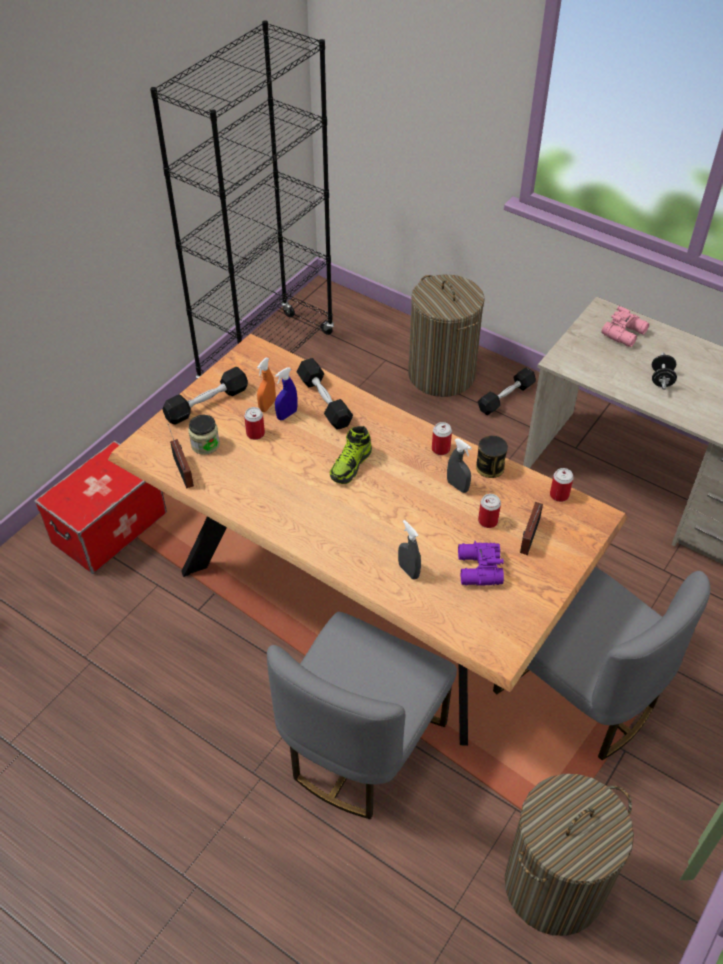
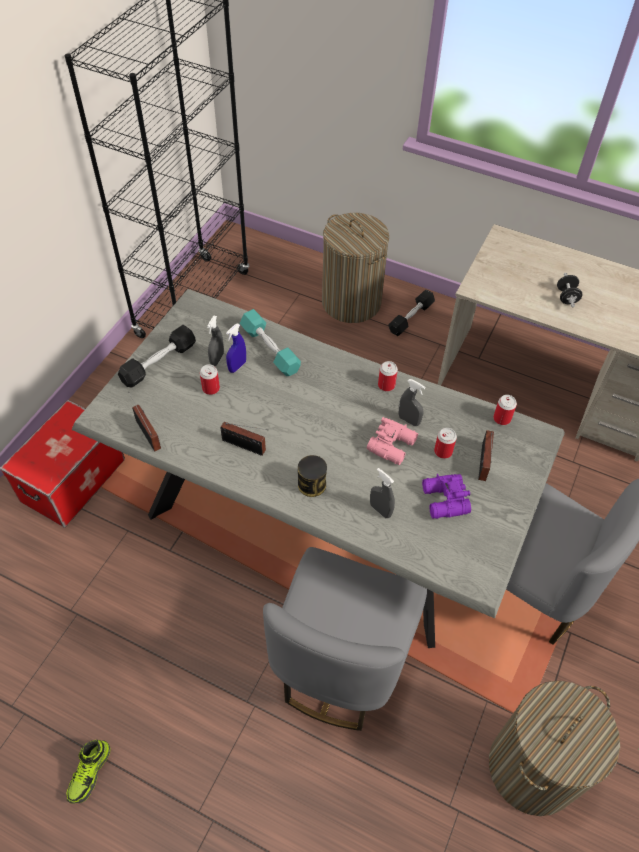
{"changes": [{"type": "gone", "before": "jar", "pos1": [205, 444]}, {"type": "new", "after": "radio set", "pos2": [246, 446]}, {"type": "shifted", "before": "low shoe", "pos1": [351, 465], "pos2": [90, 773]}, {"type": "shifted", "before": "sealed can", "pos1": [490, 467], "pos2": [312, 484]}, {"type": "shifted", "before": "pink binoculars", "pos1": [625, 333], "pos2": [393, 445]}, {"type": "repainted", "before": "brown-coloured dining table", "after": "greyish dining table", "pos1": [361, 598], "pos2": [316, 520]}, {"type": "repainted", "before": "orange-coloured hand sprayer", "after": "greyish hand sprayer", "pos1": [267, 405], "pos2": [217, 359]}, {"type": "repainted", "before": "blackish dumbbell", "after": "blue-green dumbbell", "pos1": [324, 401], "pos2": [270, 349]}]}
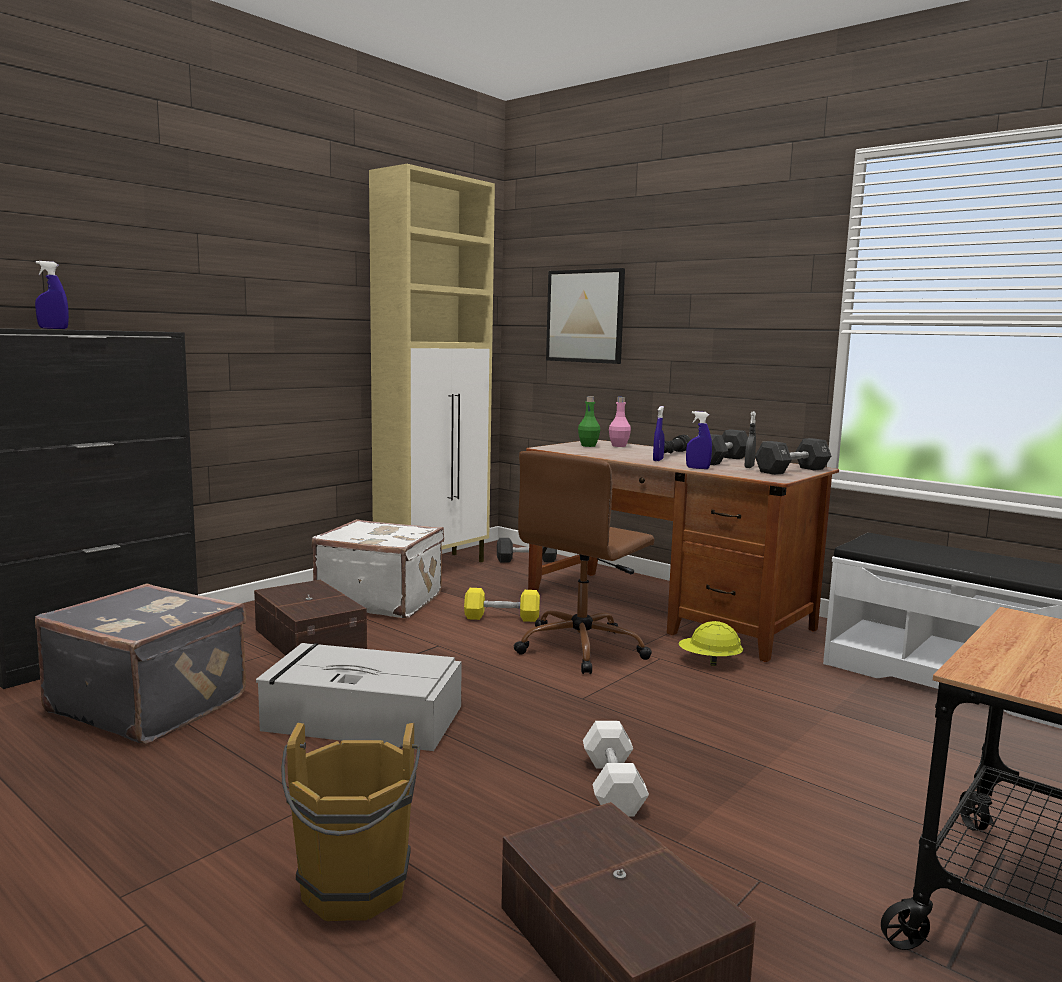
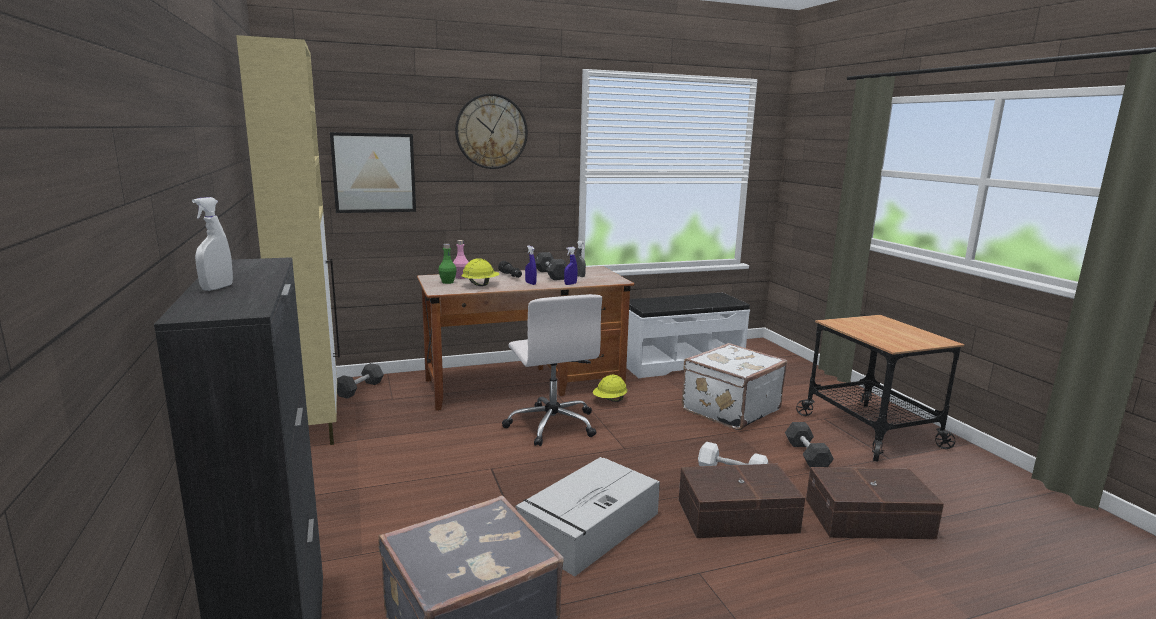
{"changes": [{"type": "gone", "before": "brown-coloured water bucket", "pos1": [353, 893]}, {"type": "gone", "before": "yellow-coloured dumbbell", "pos1": [502, 617]}, {"type": "new", "after": "wall clock", "pos2": [491, 131]}, {"type": "new", "after": "yellow-coloured work helmet", "pos2": [480, 285]}, {"type": "shifted", "before": "brown-coloured storage bin", "pos1": [311, 638], "pos2": [735, 515]}, {"type": "shifted", "before": "whitish piece of luggage", "pos1": [380, 600], "pos2": [729, 409]}, {"type": "shifted", "before": "blackish dumbbell", "pos1": [792, 470], "pos2": [806, 455]}, {"type": "repainted", "before": "bluish hand sprayer", "after": "whitish hand sprayer", "pos1": [53, 328], "pos2": [217, 288]}, {"type": "repainted", "before": "brown-coloured computer chair", "after": "whitish computer chair", "pos1": [582, 648], "pos2": [552, 424]}]}
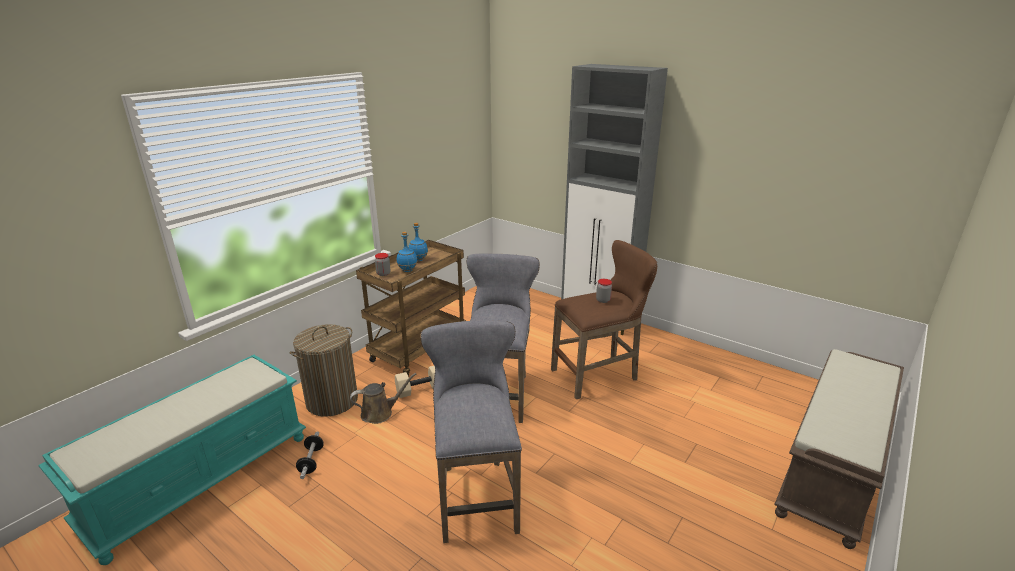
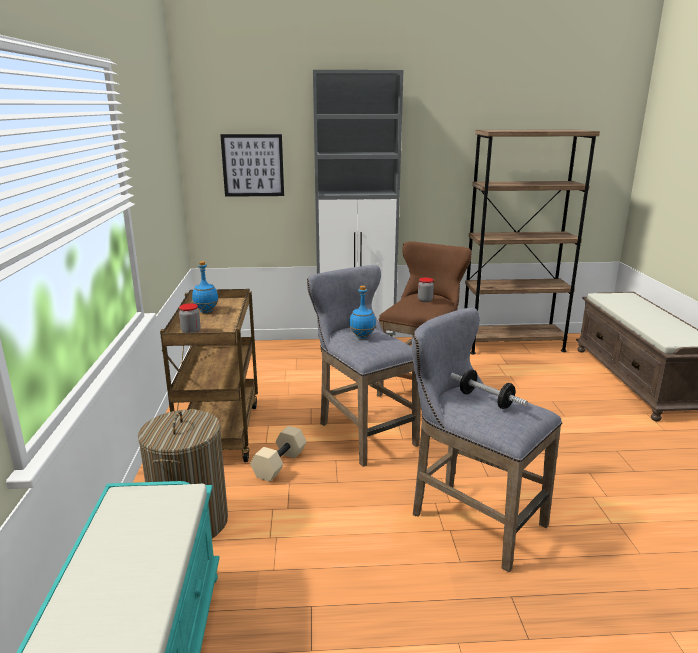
{"changes": [{"type": "gone", "before": "brown-coloured sprinkling can", "pos1": [380, 413]}, {"type": "new", "after": "wall picture", "pos2": [253, 165]}, {"type": "new", "after": "brown-coloured bookcase", "pos2": [512, 344]}, {"type": "shifted", "before": "dumbbell", "pos1": [311, 461], "pos2": [486, 400]}, {"type": "shifted", "before": "bluish beverage bottle", "pos1": [408, 270], "pos2": [362, 337]}]}
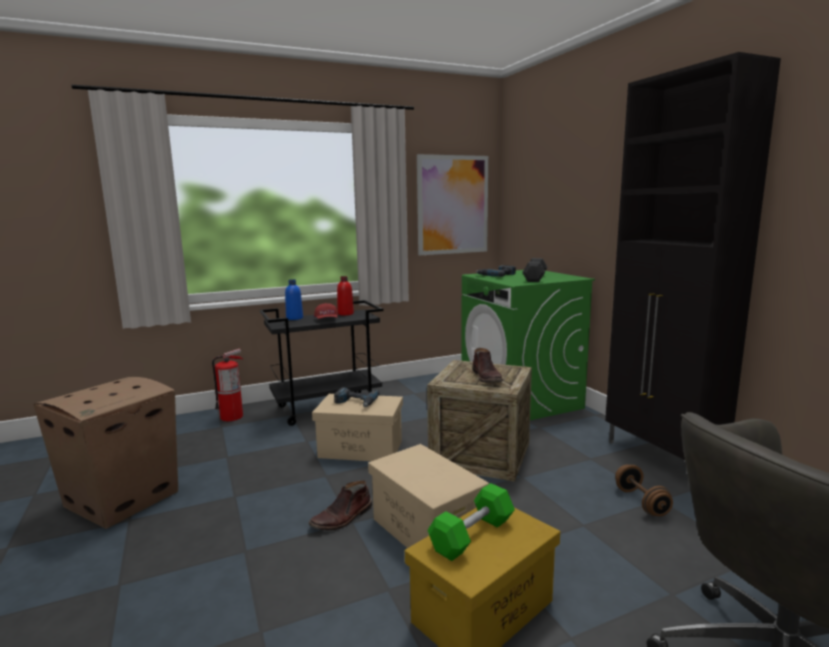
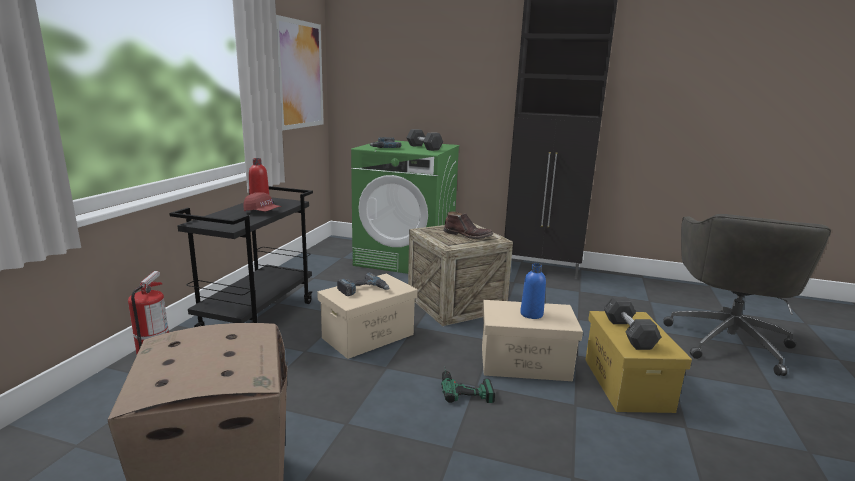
{"changes": [{"type": "gone", "before": "brown-coloured dumbbell", "pos1": [641, 502]}, {"type": "shifted", "before": "bluish beverage bottle", "pos1": [294, 318], "pos2": [531, 314]}, {"type": "swapped", "before": "brown-coloured boot", "after": "electric drill", "pos1": [342, 518], "pos2": [464, 386]}, {"type": "repainted", "before": "green dumbbell", "after": "greyish dumbbell", "pos1": [472, 535], "pos2": [628, 333]}]}
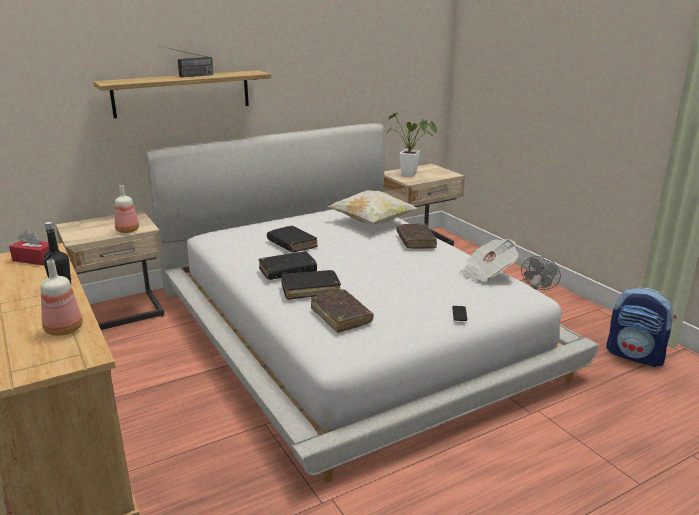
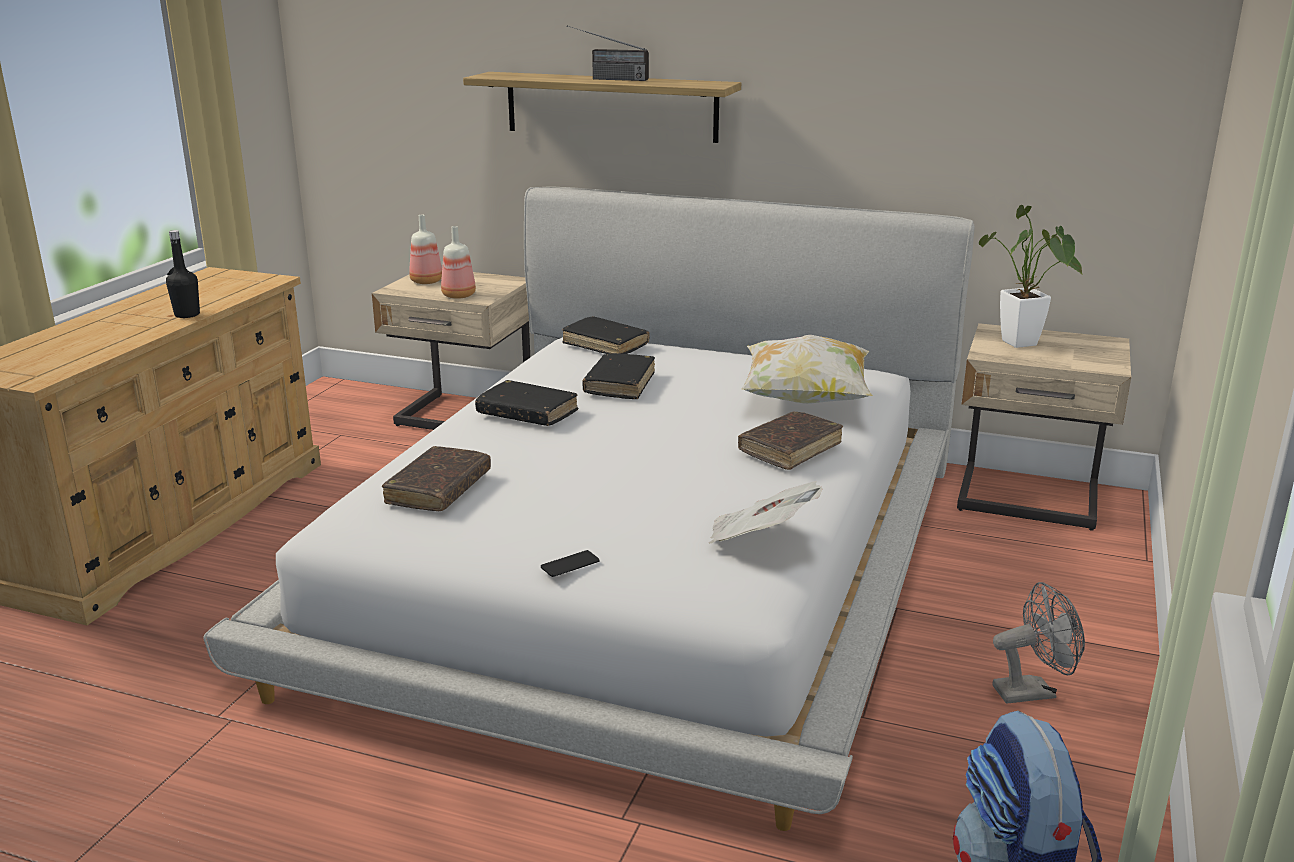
{"changes": [{"type": "gone", "before": "reddish tissue box", "pos1": [34, 259]}, {"type": "shifted", "before": "beverage bottle", "pos1": [62, 330], "pos2": [425, 281]}, {"type": "shifted", "before": "blackish book", "pos1": [310, 290], "pos2": [605, 345]}]}
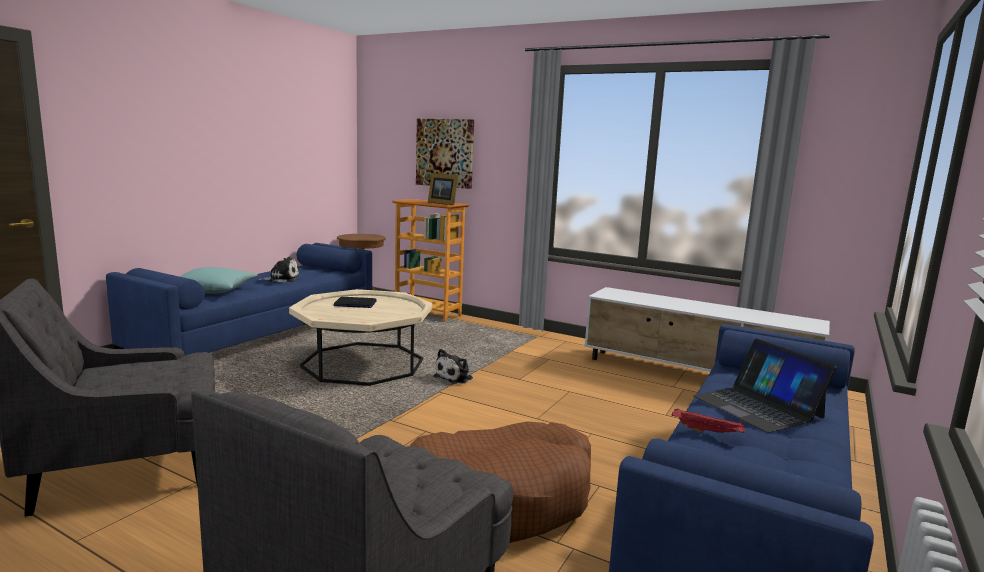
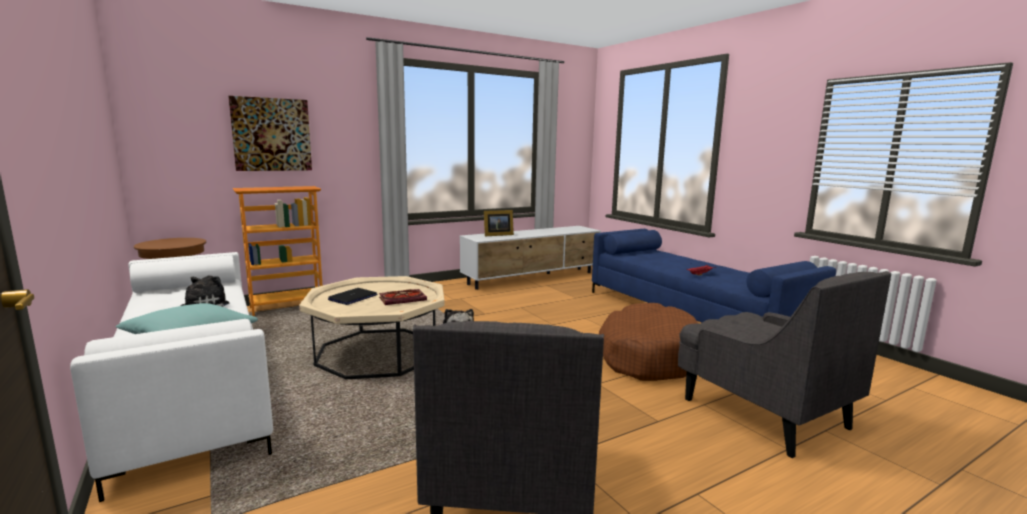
{"changes": [{"type": "gone", "before": "portable computer", "pos1": [757, 407]}, {"type": "new", "after": "book", "pos2": [403, 299]}, {"type": "shifted", "before": "standing frame", "pos1": [443, 203], "pos2": [497, 235]}, {"type": "repainted", "before": "bluish sofa", "after": "whitish sofa", "pos1": [261, 334], "pos2": [193, 386]}]}
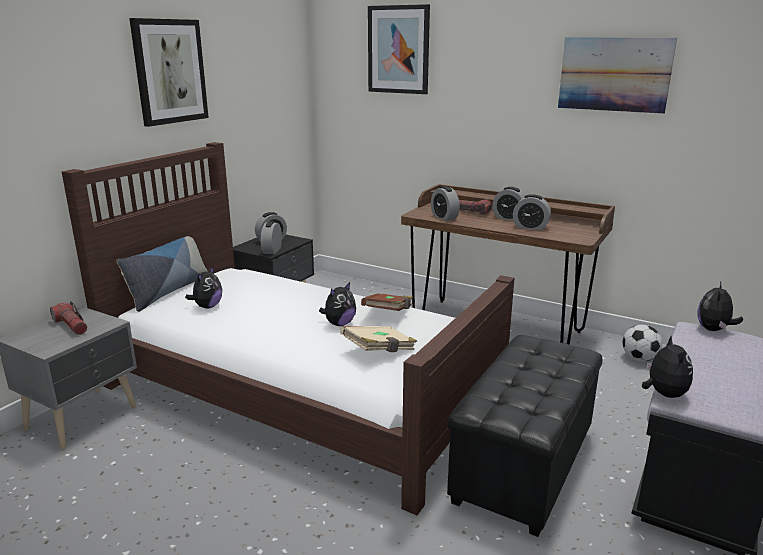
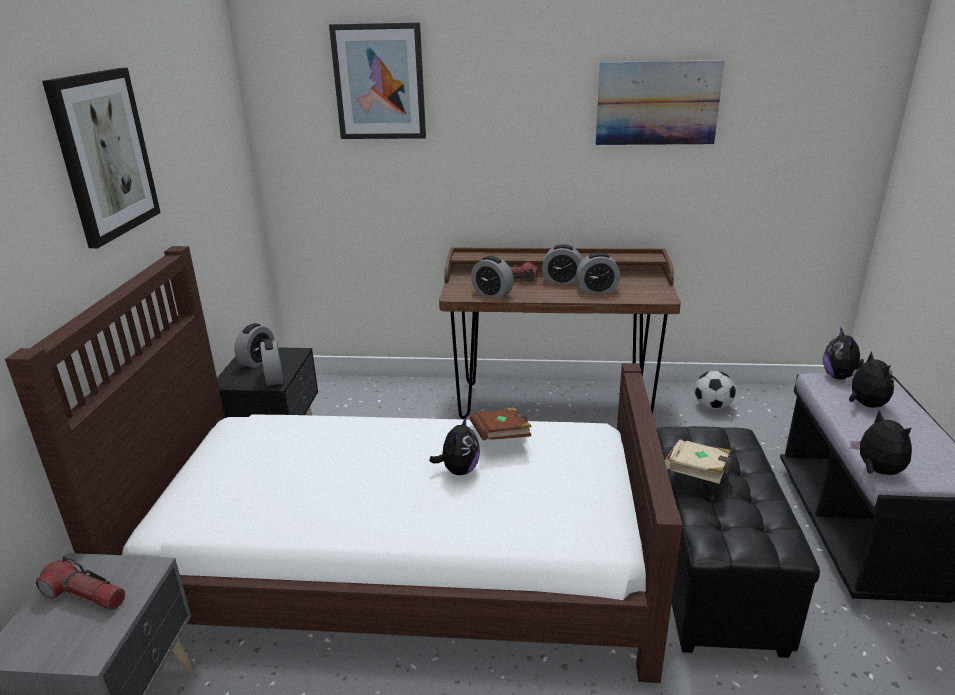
{"changes": [{"type": "gone", "before": "throw pillow", "pos1": [168, 291]}, {"type": "shifted", "before": "cuddly toy", "pos1": [207, 306], "pos2": [864, 404]}, {"type": "shifted", "before": "beige-coloured book", "pos1": [379, 351], "pos2": [697, 474]}]}
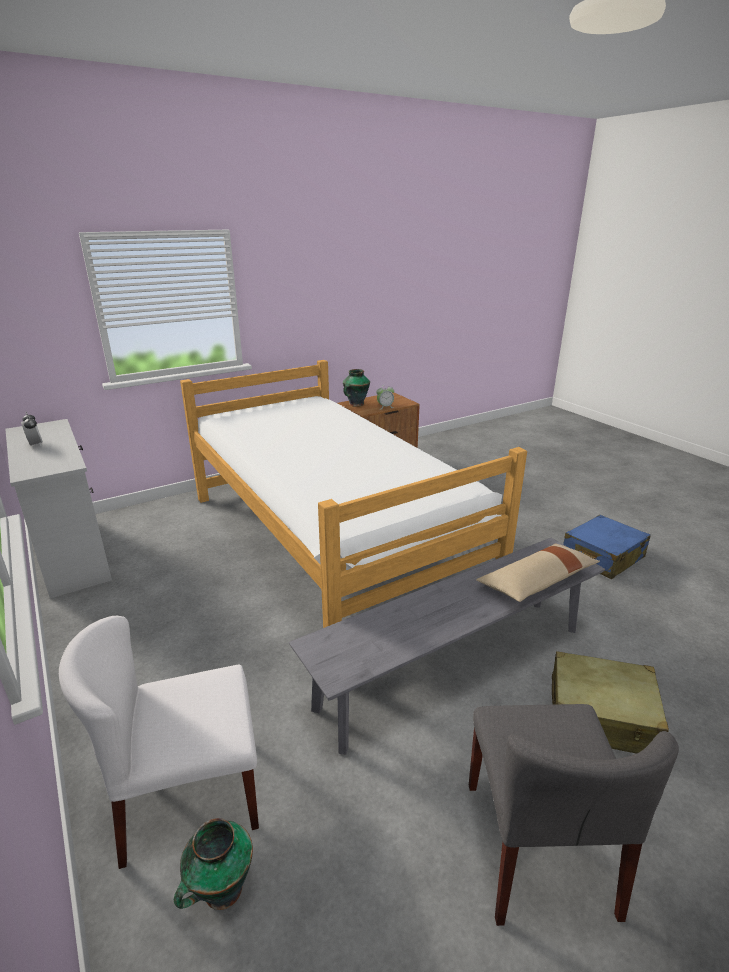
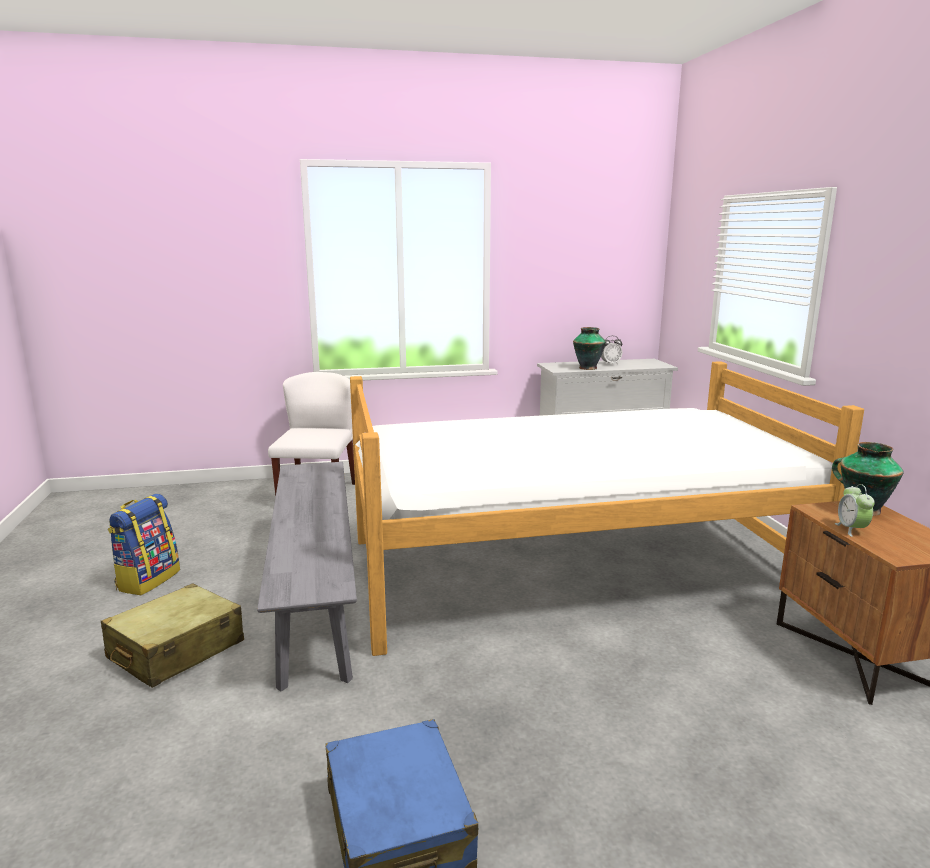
{"changes": [{"type": "gone", "before": "beige-coloured throw pillow", "pos1": [537, 582]}, {"type": "shifted", "before": "vase", "pos1": [221, 891], "pos2": [587, 368]}, {"type": "swapped", "before": "greyish upright chair", "after": "rucksack", "pos1": [539, 847], "pos2": [148, 580]}]}
